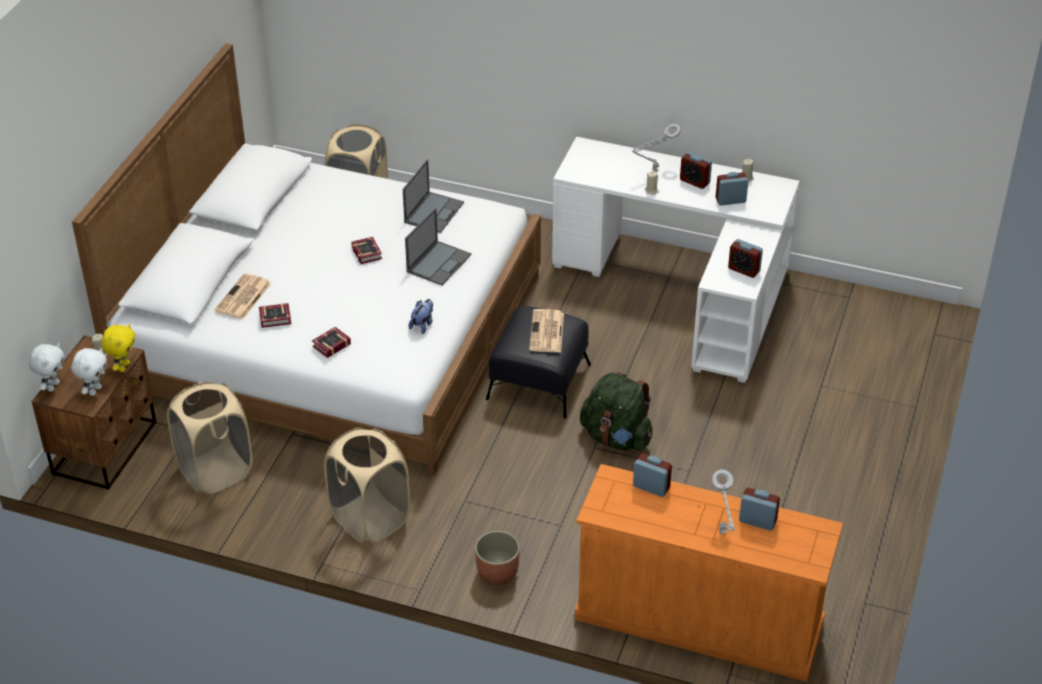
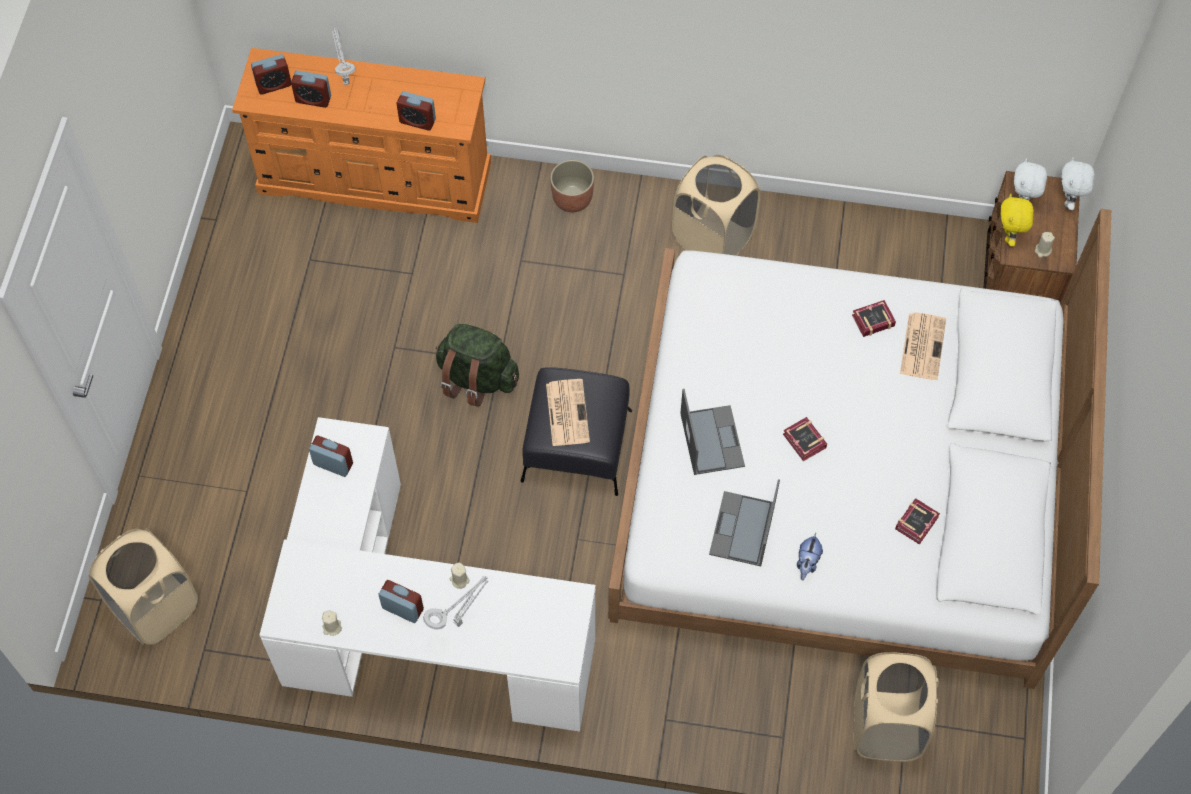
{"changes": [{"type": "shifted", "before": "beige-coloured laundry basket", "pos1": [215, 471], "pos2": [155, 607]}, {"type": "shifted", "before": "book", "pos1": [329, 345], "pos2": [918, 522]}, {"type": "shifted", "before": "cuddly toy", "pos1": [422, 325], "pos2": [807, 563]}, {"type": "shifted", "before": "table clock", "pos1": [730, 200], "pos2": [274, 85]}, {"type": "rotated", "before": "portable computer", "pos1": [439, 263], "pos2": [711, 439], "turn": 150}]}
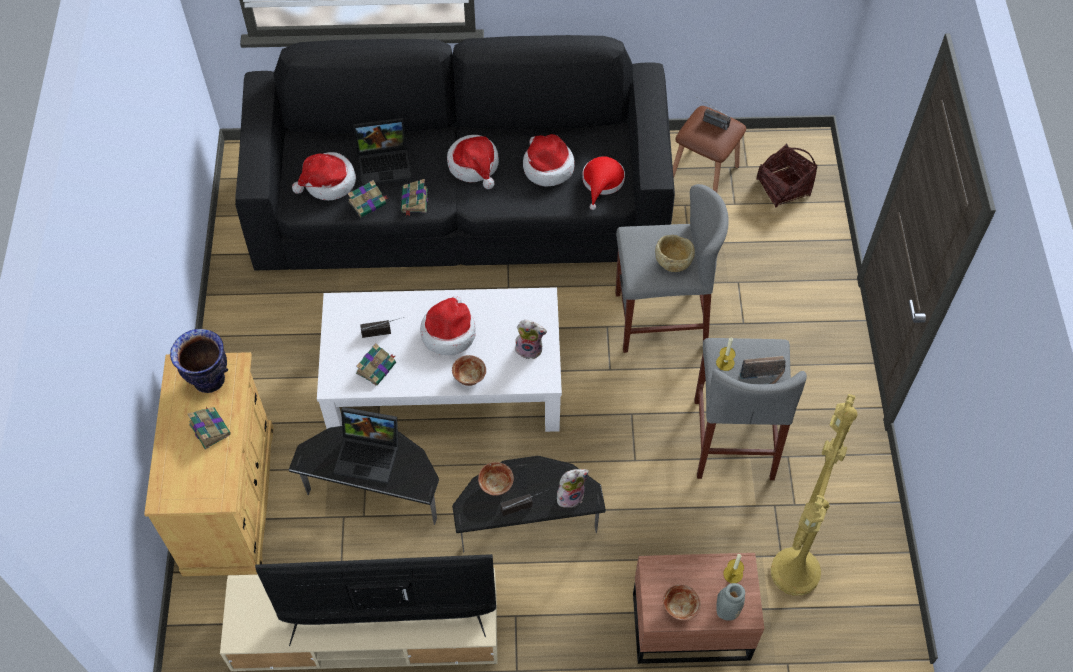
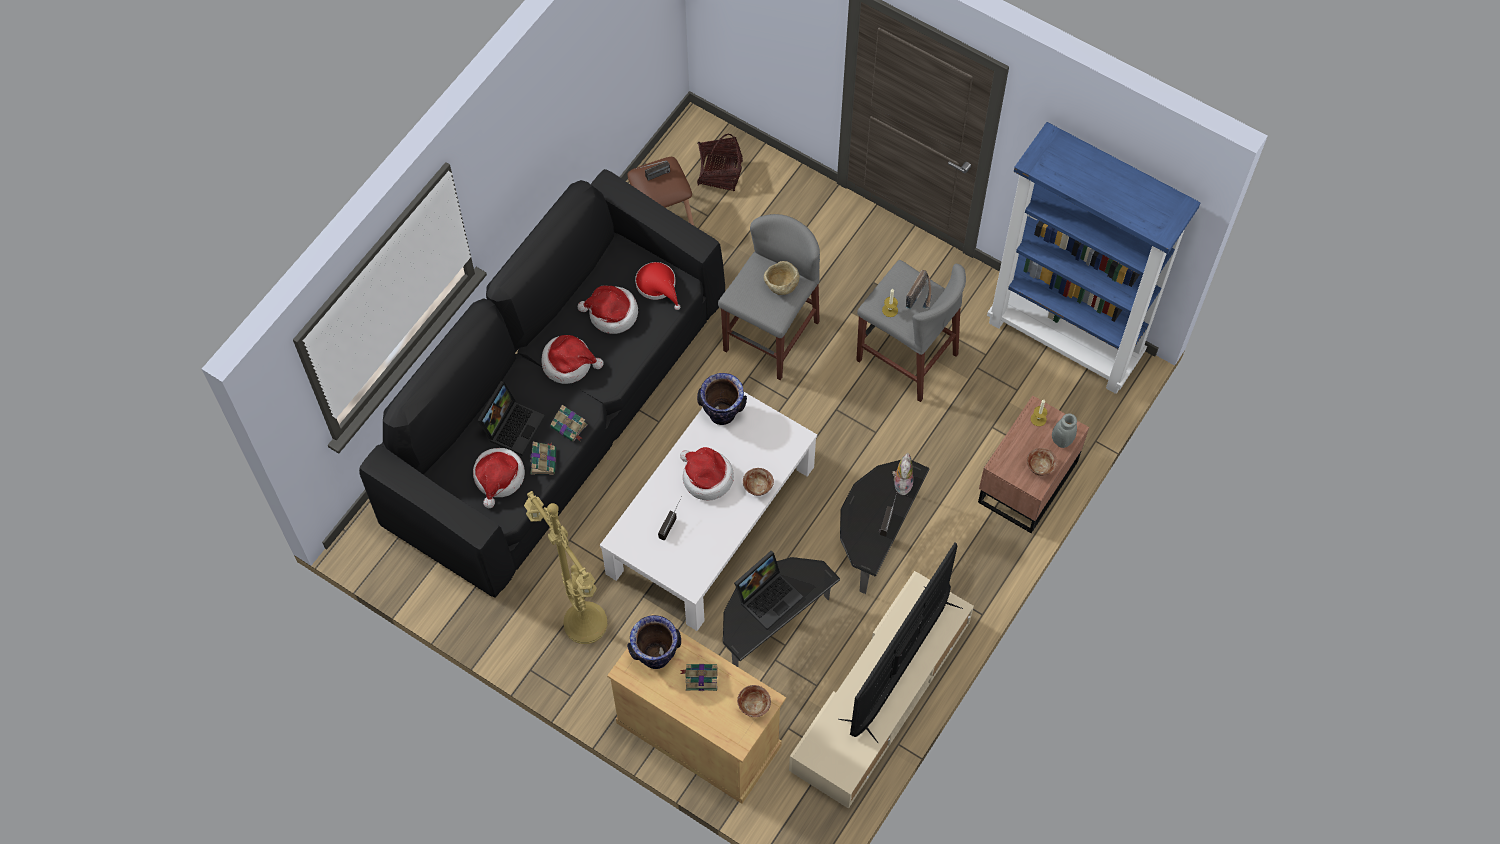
{"changes": [{"type": "gone", "before": "book", "pos1": [376, 367]}, {"type": "gone", "before": "cuddly toy", "pos1": [530, 349]}, {"type": "new", "after": "vase", "pos2": [722, 414]}, {"type": "new", "after": "bluish bookcase", "pos2": [1065, 340]}, {"type": "shifted", "before": "serving bowl", "pos1": [496, 485], "pos2": [753, 706]}, {"type": "shifted", "before": "yellow-coloured standing lamp", "pos1": [792, 569], "pos2": [582, 623]}]}
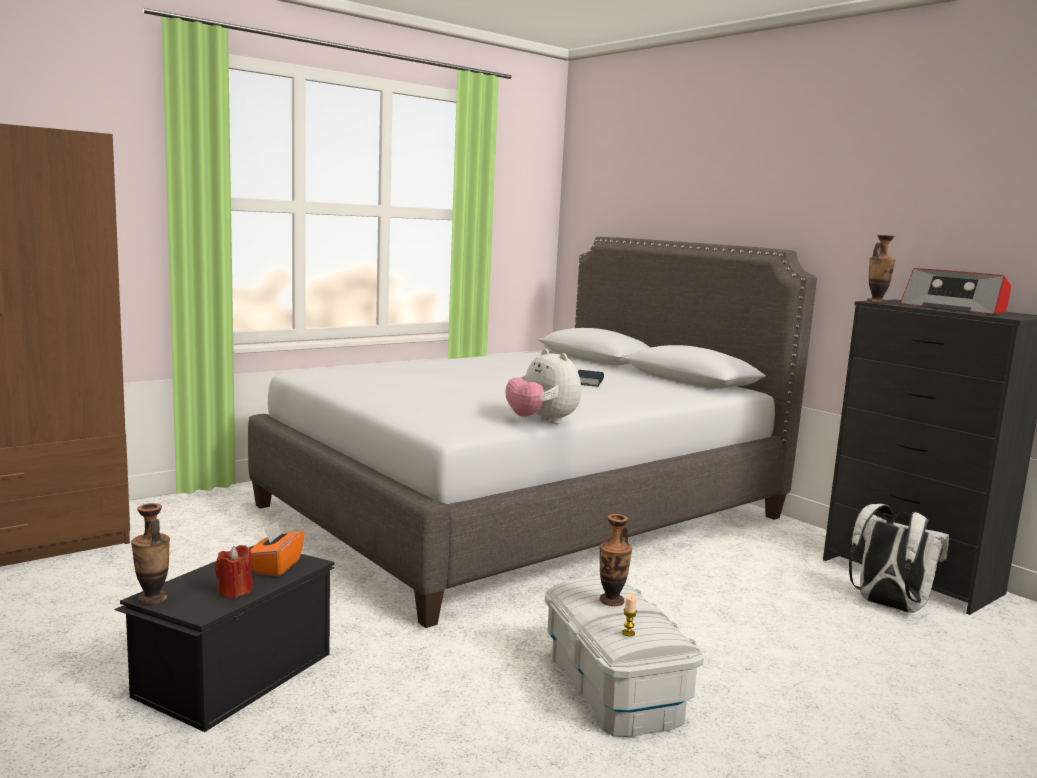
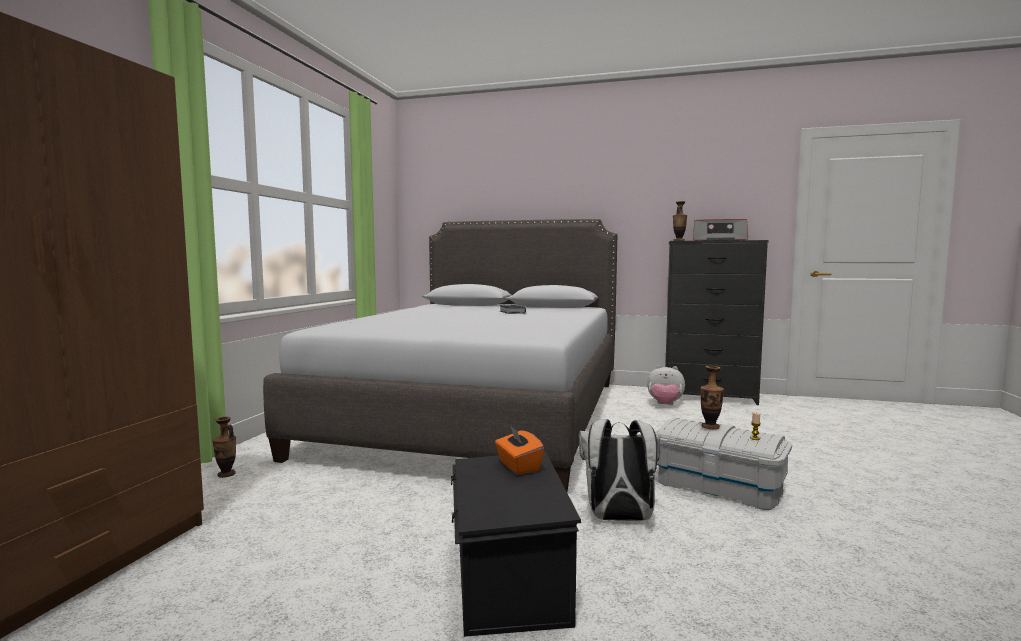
{"changes": [{"type": "gone", "before": "reddish wax light", "pos1": [235, 591]}, {"type": "shifted", "before": "vase", "pos1": [152, 598], "pos2": [226, 474]}, {"type": "shifted", "before": "cuddly toy", "pos1": [542, 422], "pos2": [665, 405]}, {"type": "shifted", "before": "whitish rucksack", "pos1": [887, 606], "pos2": [618, 519]}]}
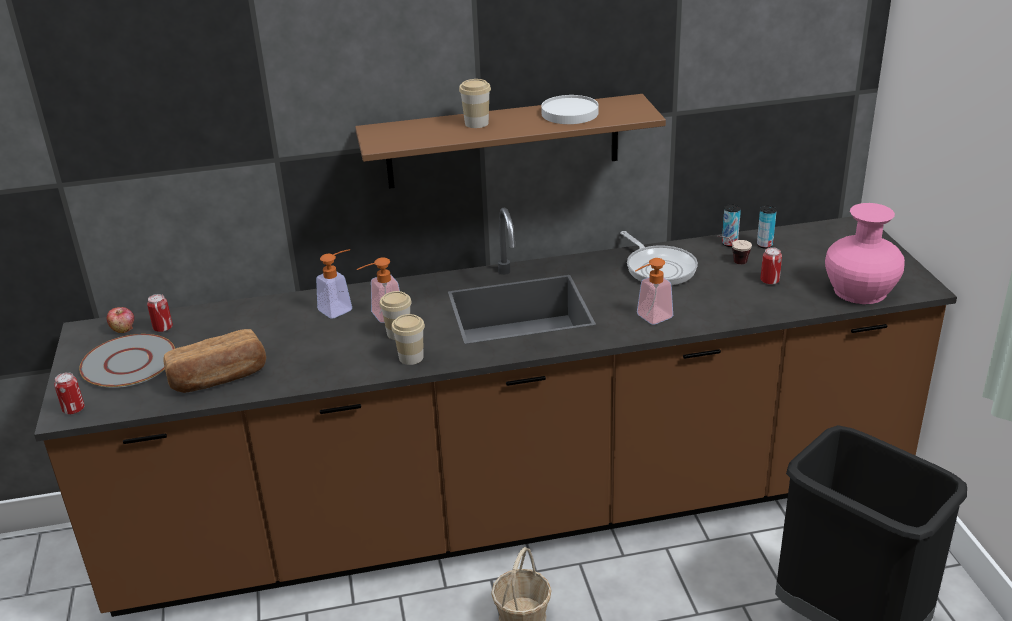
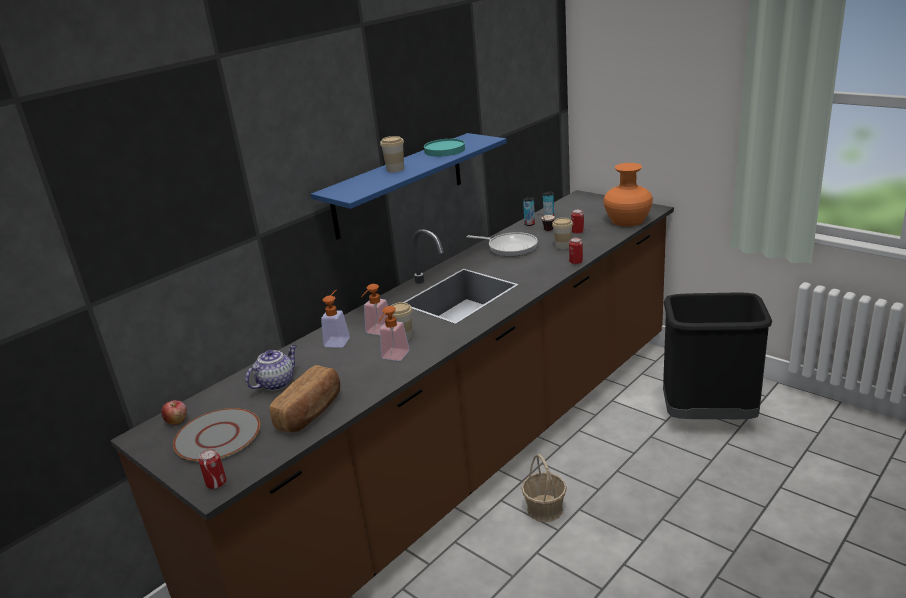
{"changes": [{"type": "new", "after": "pot for tea", "pos2": [276, 382]}, {"type": "shifted", "before": "sealed can", "pos1": [163, 328], "pos2": [576, 262]}, {"type": "shifted", "before": "small cup", "pos1": [411, 357], "pos2": [563, 246]}, {"type": "shifted", "before": "soap dispenser", "pos1": [649, 318], "pos2": [393, 357]}, {"type": "repainted", "before": "brown-coloured wall shelf", "after": "bluish wall shelf", "pos1": [503, 141], "pos2": [399, 185]}, {"type": "repainted", "before": "whitish dinner plate", "after": "blue-green dinner plate", "pos1": [569, 113], "pos2": [444, 150]}, {"type": "repainted", "before": "pink vase", "after": "orange-coloured vase", "pos1": [860, 290], "pos2": [627, 220]}]}
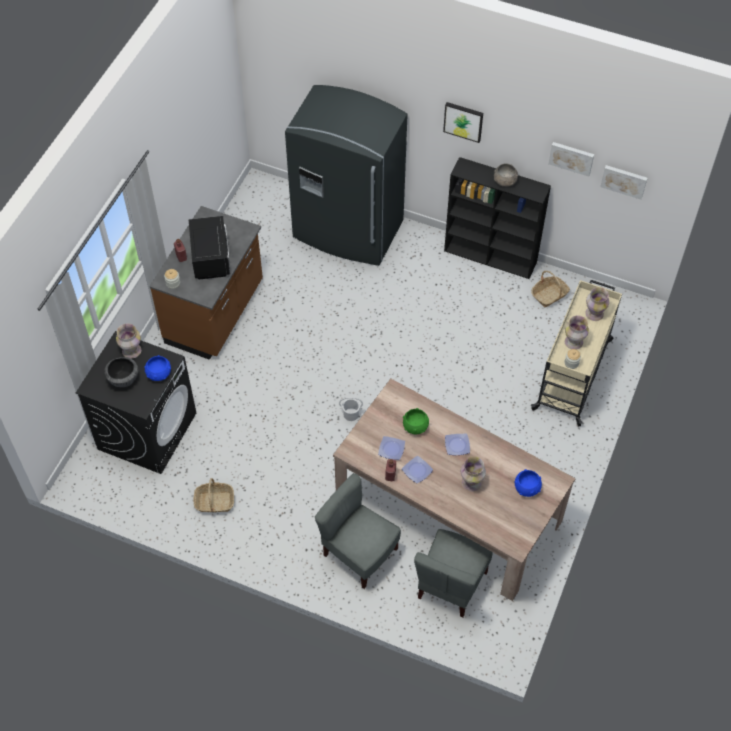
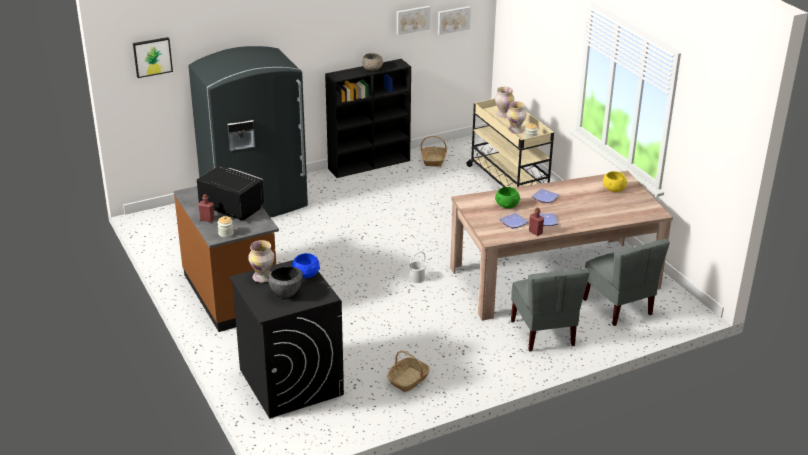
{"changes": [{"type": "gone", "before": "vase", "pos1": [471, 483]}, {"type": "shifted", "before": "wall picture", "pos1": [463, 121], "pos2": [152, 56]}, {"type": "repainted", "before": "bluish serving bowl", "after": "yellow-coloured serving bowl", "pos1": [527, 487], "pos2": [614, 189]}, {"type": "rotated", "before": "greyish upright chair", "pos1": [359, 553], "pos2": [544, 333], "turn": -90}]}
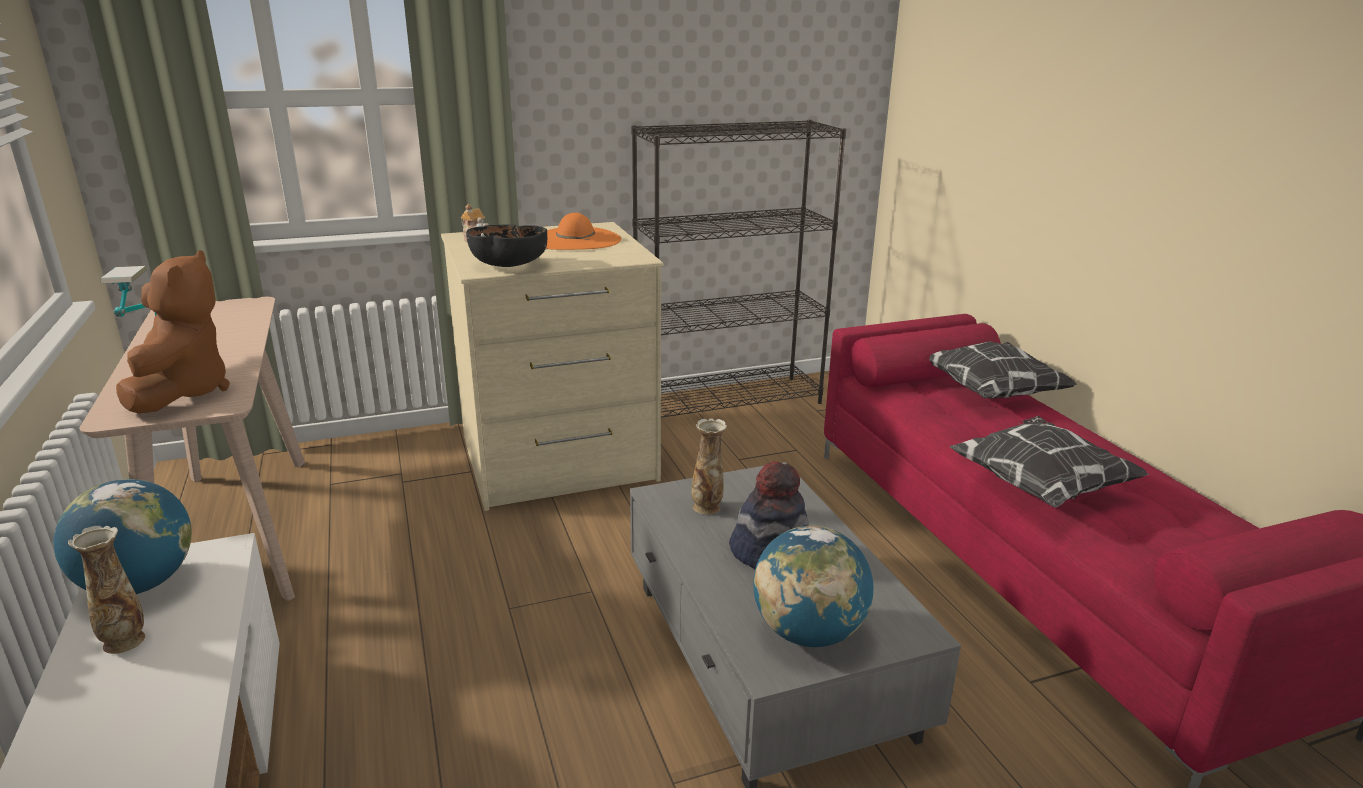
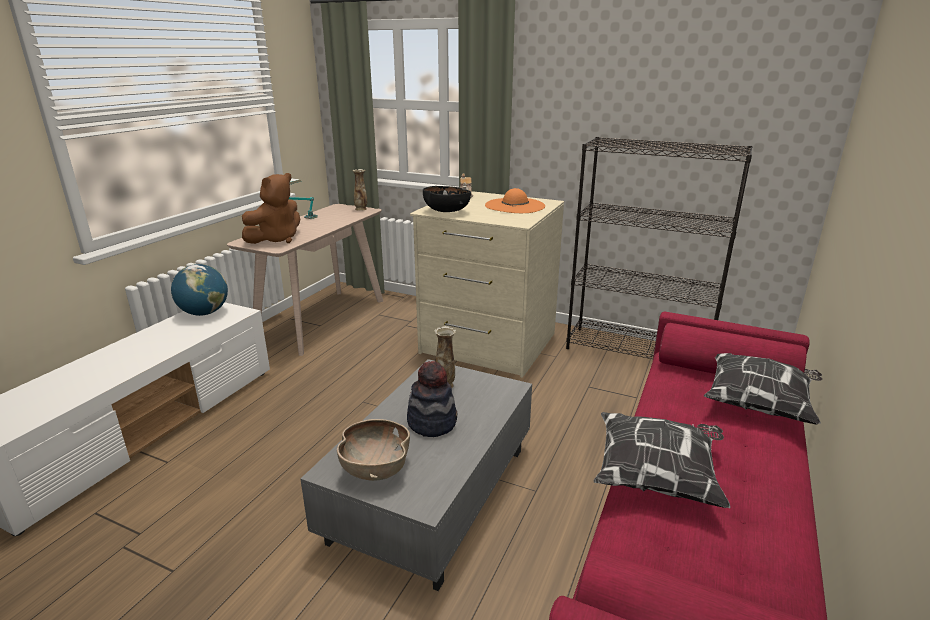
{"changes": [{"type": "shifted", "before": "vase", "pos1": [125, 640], "pos2": [361, 209]}, {"type": "swapped", "before": "globe", "after": "brown-coloured serving bowl", "pos1": [808, 632], "pos2": [375, 468]}]}
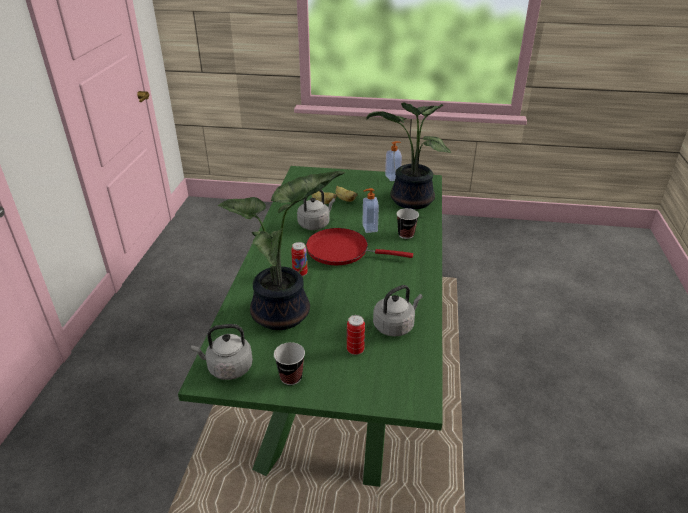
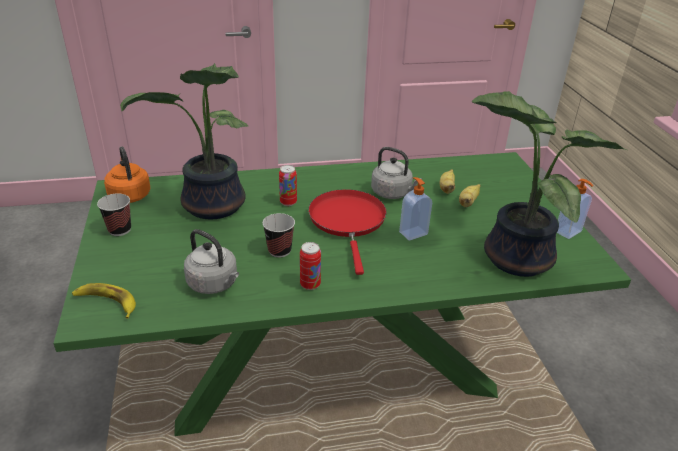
{"changes": [{"type": "new", "after": "banana", "pos2": [107, 302]}, {"type": "shifted", "before": "sealed can", "pos1": [355, 350], "pos2": [310, 284]}, {"type": "shifted", "before": "small cup", "pos1": [406, 235], "pos2": [279, 251]}, {"type": "repainted", "before": "greyish tea kettle", "after": "orange-coloured tea kettle", "pos1": [227, 368], "pos2": [129, 194]}]}
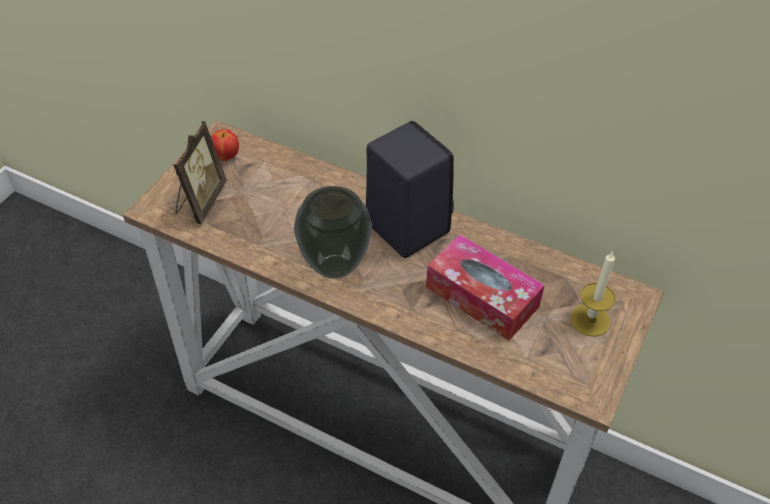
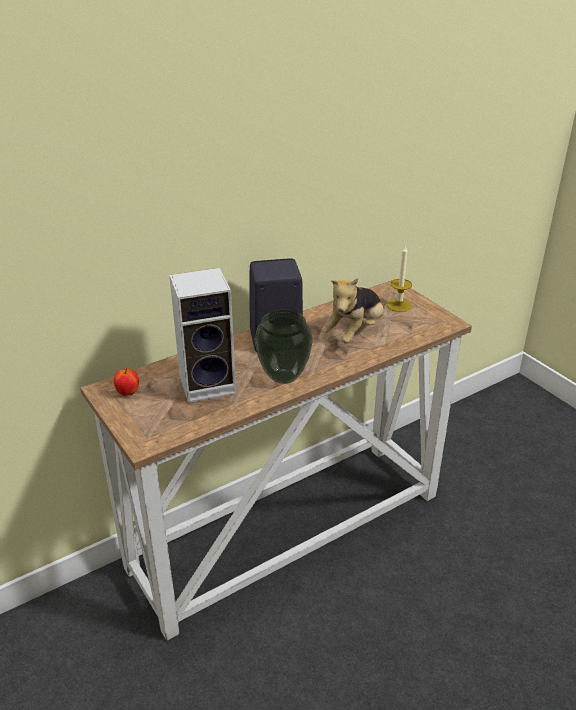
{"changes": [{"type": "gone", "before": "standing frame", "pos1": [200, 201]}, {"type": "new", "after": "audio speaker", "pos2": [209, 384]}, {"type": "swapped", "before": "tissue box", "after": "cuddly toy", "pos1": [482, 297], "pos2": [355, 332]}]}
